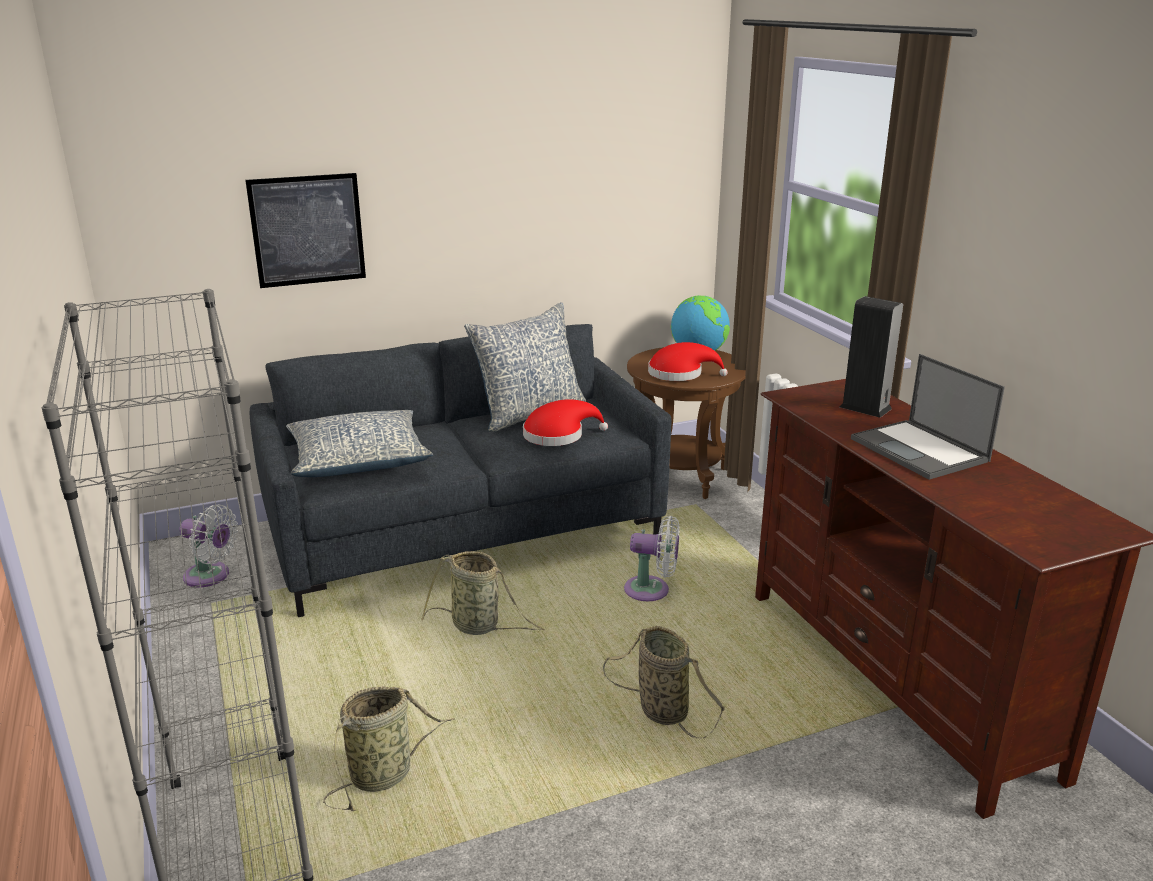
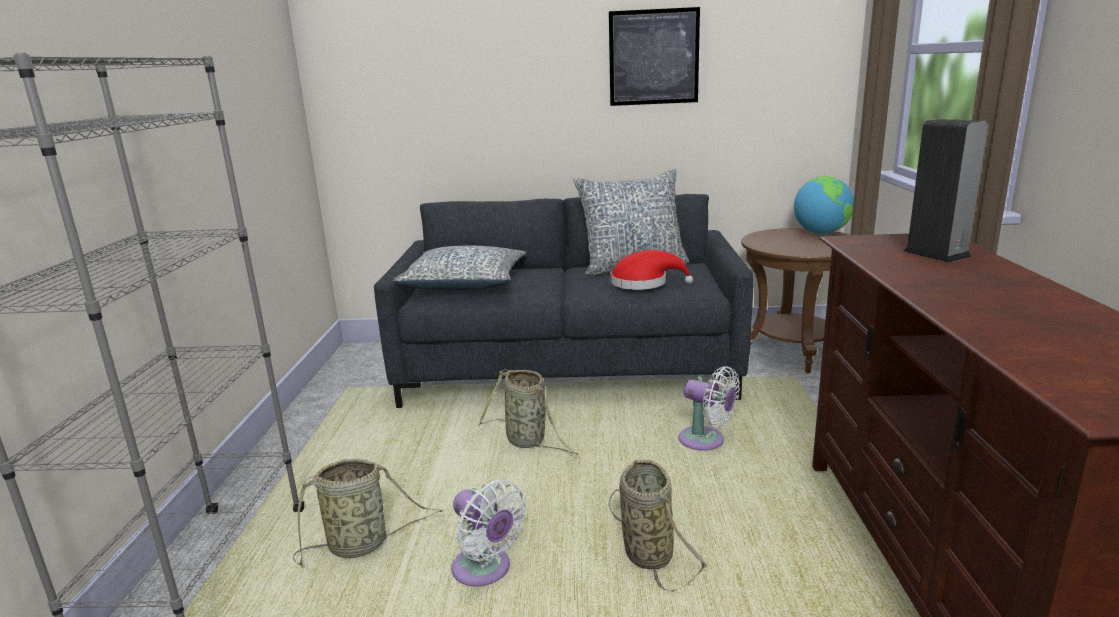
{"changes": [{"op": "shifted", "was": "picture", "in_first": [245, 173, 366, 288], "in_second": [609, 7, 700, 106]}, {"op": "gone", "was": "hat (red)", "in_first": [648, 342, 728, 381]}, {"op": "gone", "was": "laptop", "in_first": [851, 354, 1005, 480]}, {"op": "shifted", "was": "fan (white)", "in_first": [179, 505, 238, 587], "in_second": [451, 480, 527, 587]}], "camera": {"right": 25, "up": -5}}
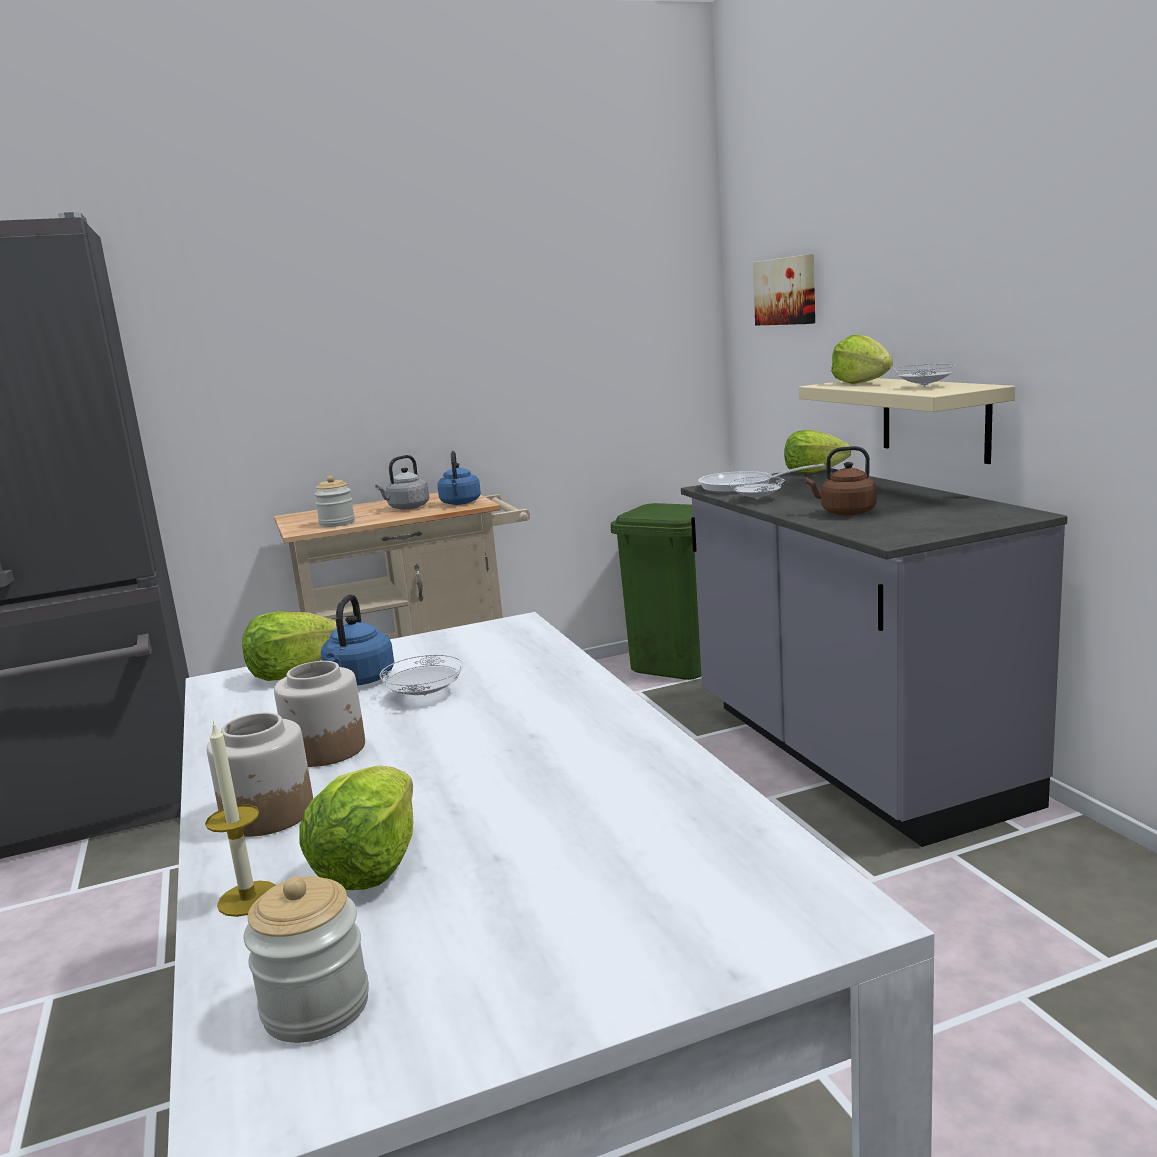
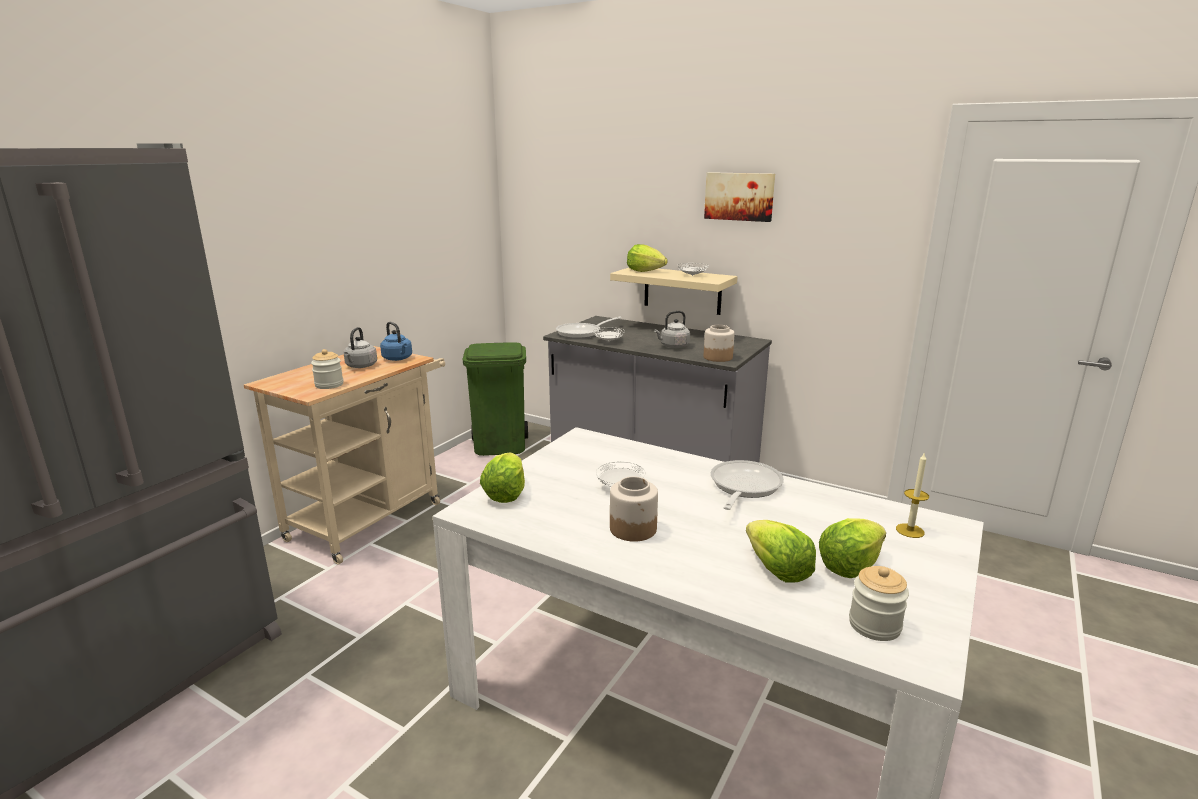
{"changes": [{"op": "shifted", "was": "picture", "in_first": [753, 254, 815, 326], "in_second": [704, 172, 775, 222]}, {"op": "shifted", "was": "lettuce", "in_first": [784, 430, 852, 473], "in_second": [819, 518, 886, 578]}, {"op": "repainted", "was": "kettle (brown)", "now": "kettle (grey)", "in_first": [805, 446, 877, 516], "in_second": [654, 311, 690, 348]}, {"op": "gone", "was": "kettle (blue)", "in_first": [321, 594, 394, 685]}, {"op": "shifted", "was": "jar", "in_first": [207, 713, 313, 837], "in_second": [704, 325, 735, 362]}, {"op": "shifted", "was": "candle", "in_first": [205, 721, 276, 917], "in_second": [896, 452, 929, 538]}, {"op": "new", "now": "frying pan", "in_second": [711, 460, 784, 510]}], "camera": {"right": -40, "up": 5}}
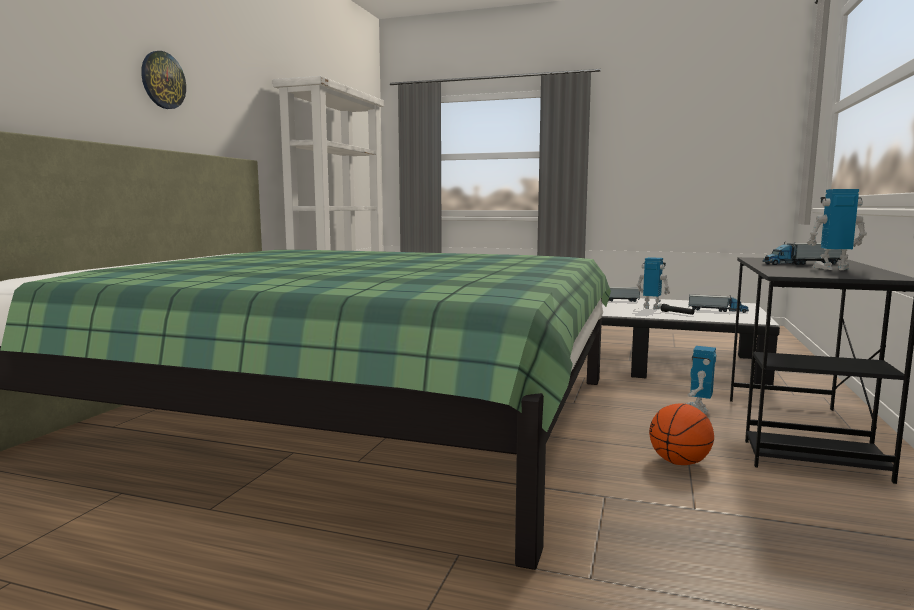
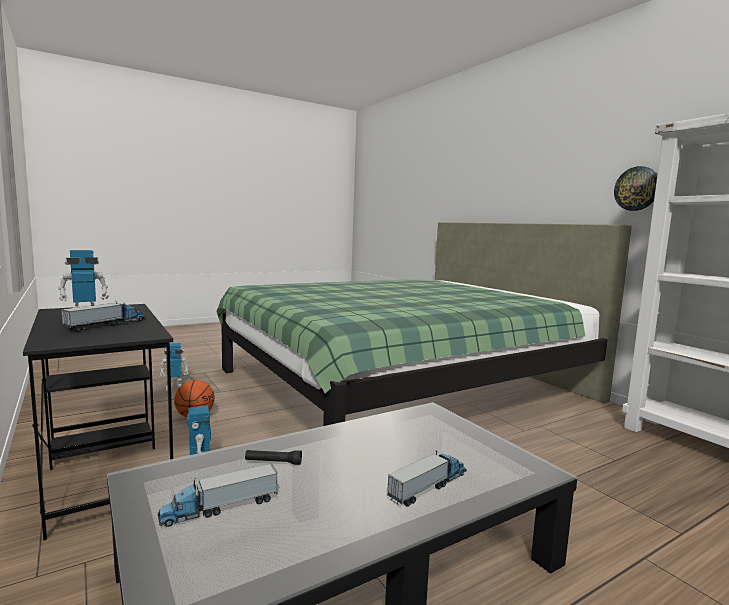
{"changes": [{"op": "shifted", "was": "wall clock", "in_first": [141, 51, 186, 109], "in_second": [614, 166, 657, 211]}, {"op": "shifted", "was": "toy robot", "in_first": [637, 257, 670, 310], "in_second": [160, 343, 189, 391]}], "camera": {"right": 130, "up": 0}}
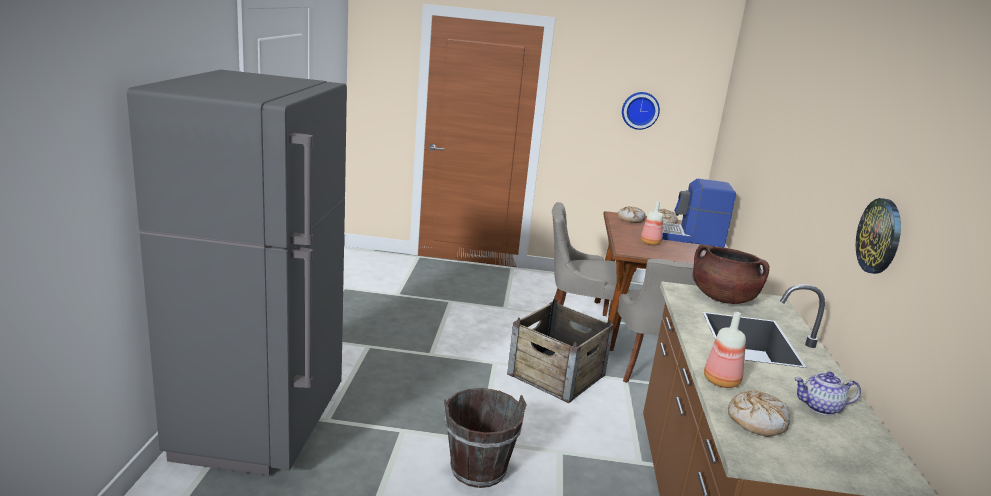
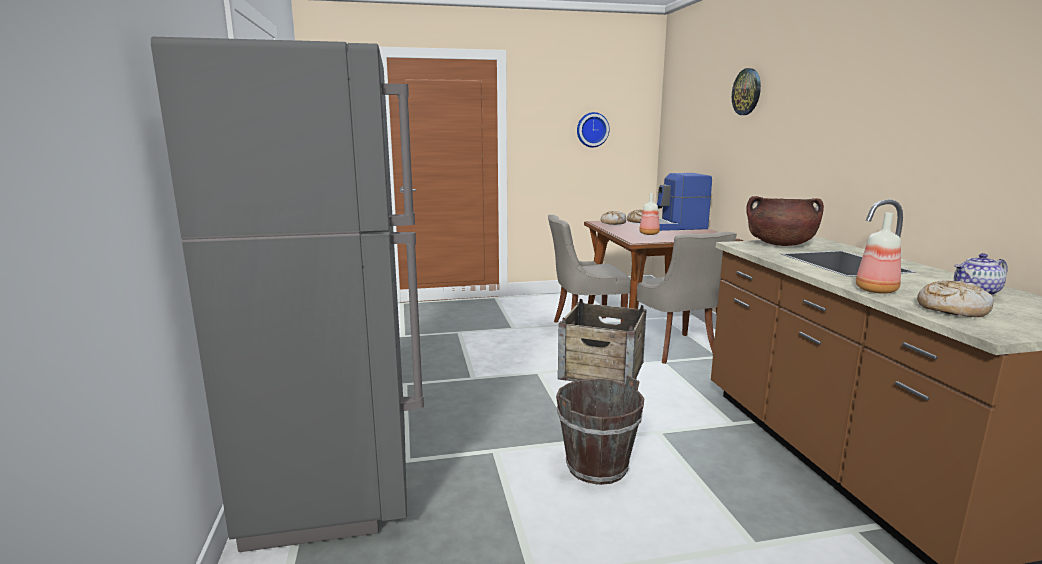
{"changes": [{"op": "shifted", "was": "wall clock", "in_first": [856, 198, 901, 274], "in_second": [732, 68, 761, 115]}], "camera": {"right": -15, "up": -5}}
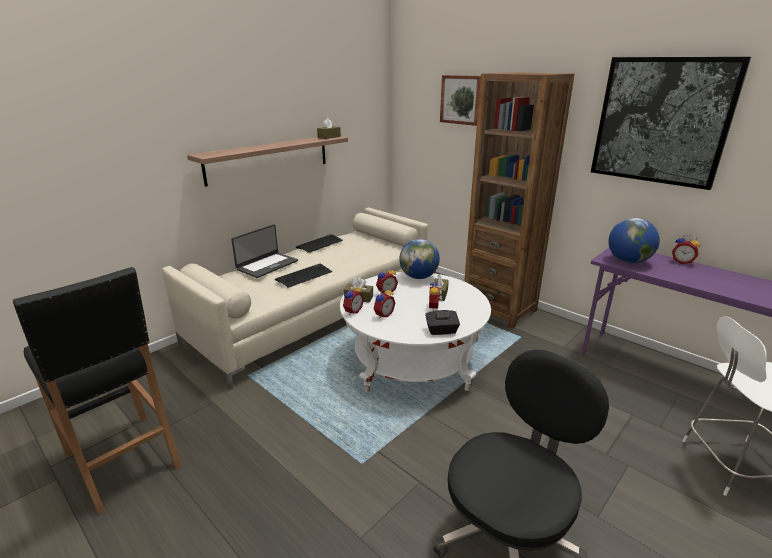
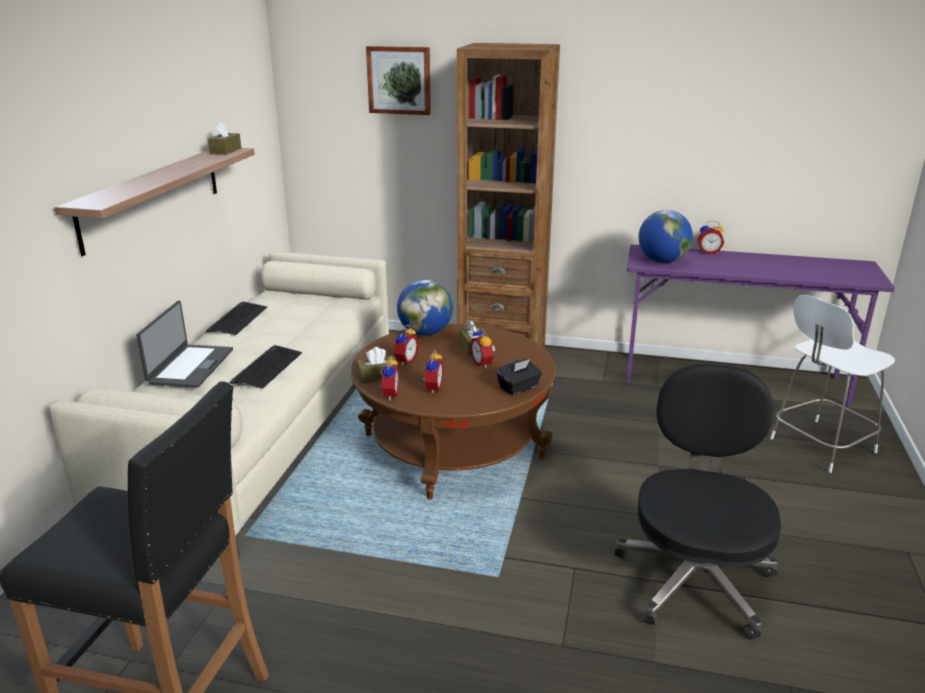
{"changes": [{"op": "gone", "was": "picture", "in_first": [591, 57, 751, 190]}, {"op": "repainted", "was": "coffee table (white)", "now": "coffee table (brown)", "in_first": [340, 272, 491, 392], "in_second": [350, 324, 556, 499]}], "camera": {"right": -30, "up": 0}}
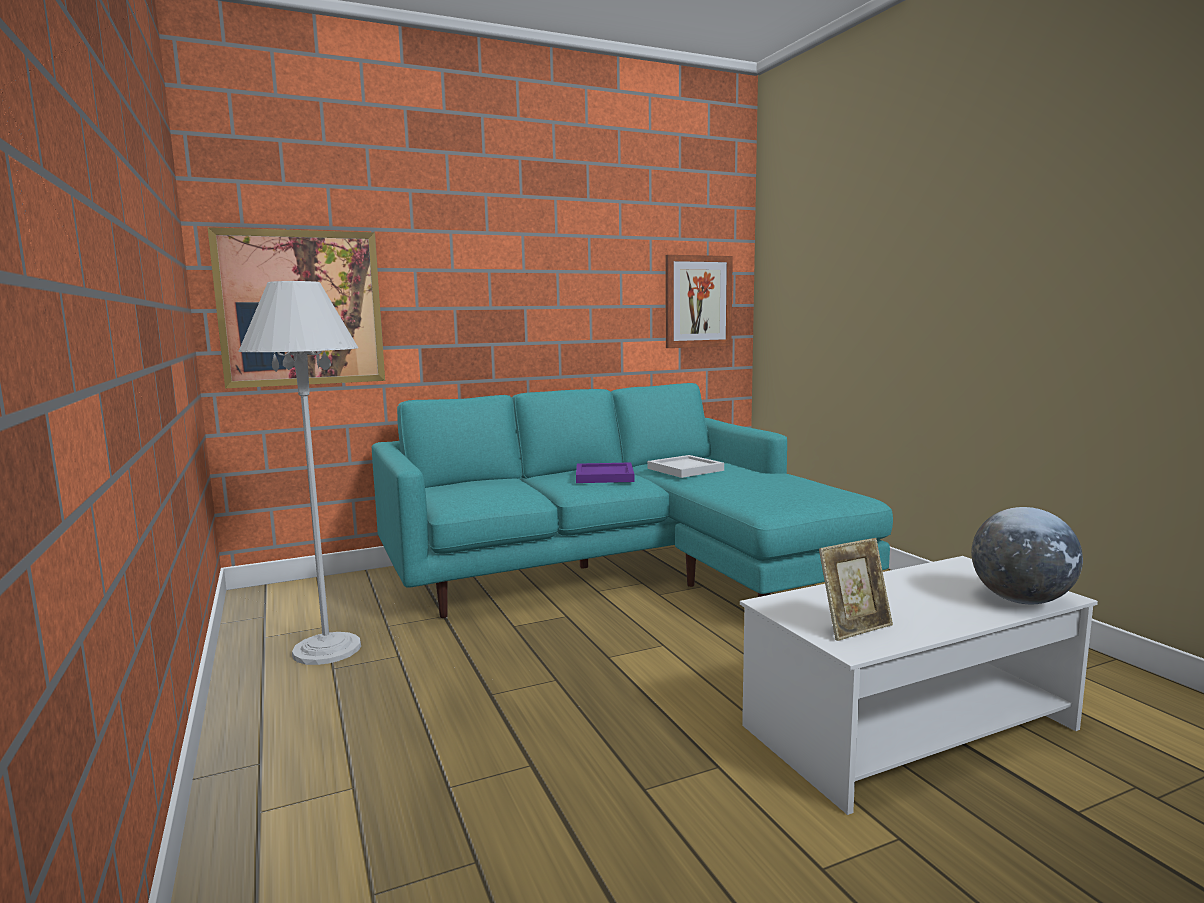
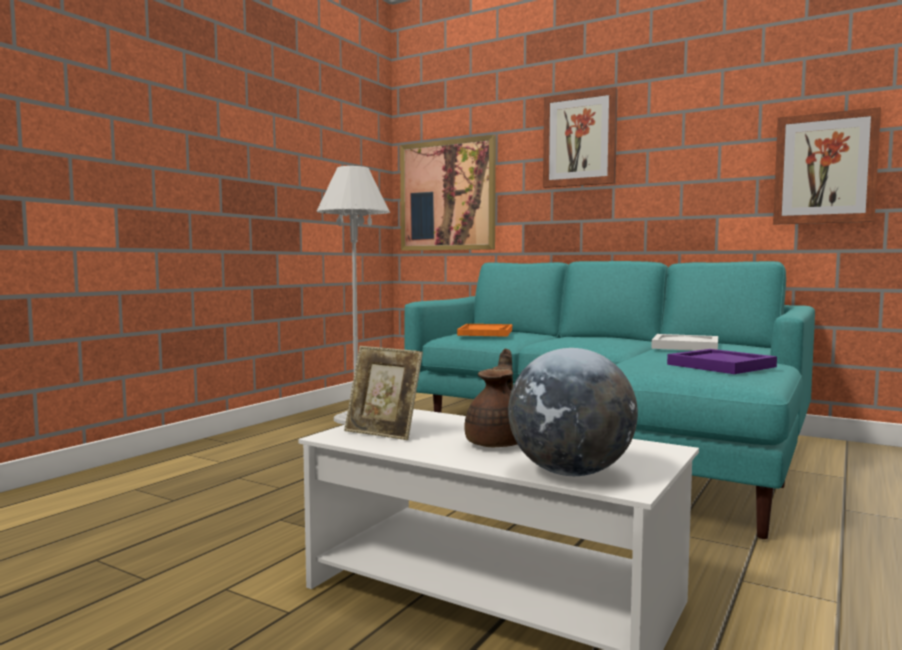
{"changes": [{"op": "shifted", "was": "tray (purple)", "in_first": [576, 462, 634, 483], "in_second": [667, 349, 777, 374]}, {"op": "new", "now": "picture", "in_second": [543, 87, 618, 188]}, {"op": "new", "now": "tray (orange)", "in_second": [457, 324, 512, 337]}, {"op": "new", "now": "teapot (brown)", "in_second": [465, 349, 518, 447]}], "camera": {"right": 55, "up": -5}}
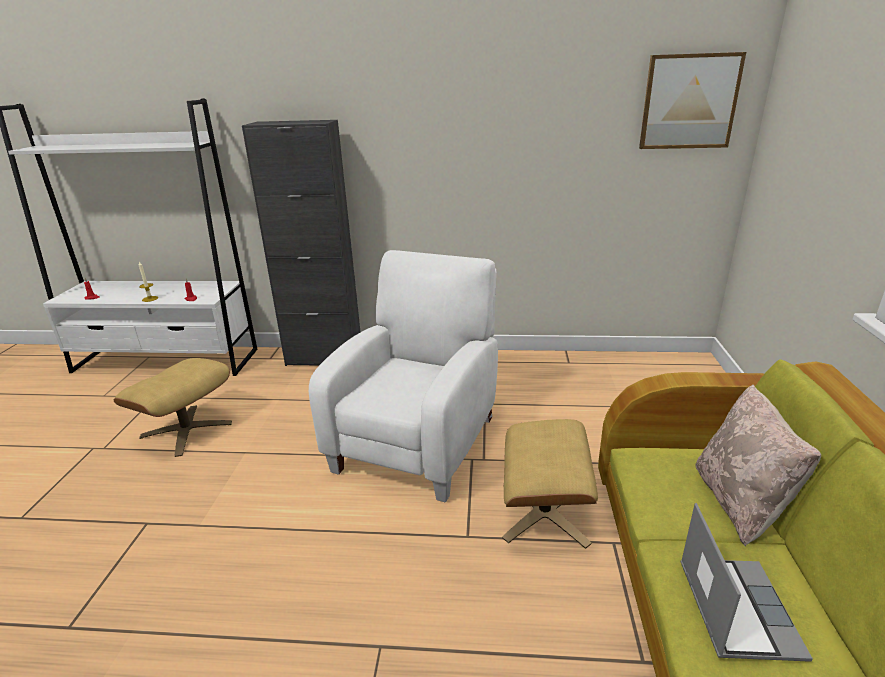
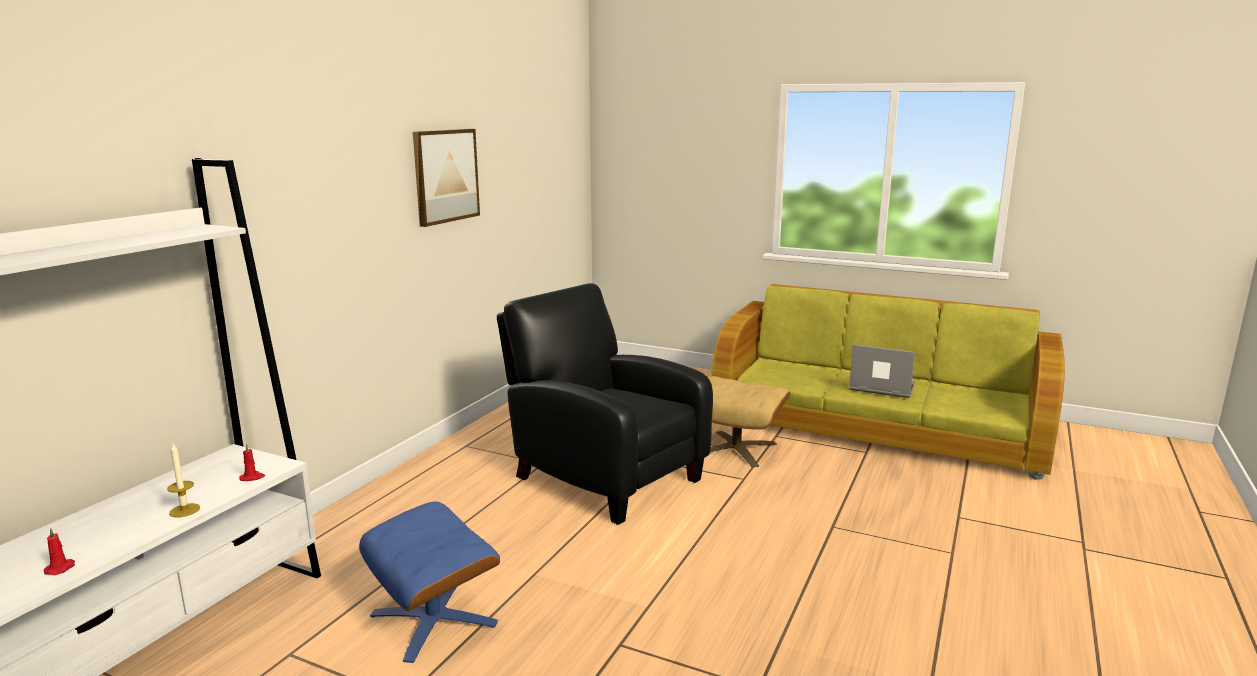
{"changes": [{"op": "shifted", "was": "picture", "in_first": [639, 52, 746, 149], "in_second": [413, 129, 480, 227]}, {"op": "gone", "was": "cabinet (black)", "in_first": [242, 120, 360, 366]}, {"op": "repainted", "was": "armchair (white)", "now": "armchair (black)", "in_first": [309, 250, 498, 502], "in_second": [497, 283, 713, 525]}, {"op": "repainted", "was": "ottoman (beige)", "now": "ottoman (blue)", "in_first": [114, 358, 232, 457], "in_second": [359, 502, 500, 663]}, {"op": "gone", "was": "pillow (beige)", "in_first": [695, 385, 821, 546]}], "camera": {"right": -70, "up": -10}}
